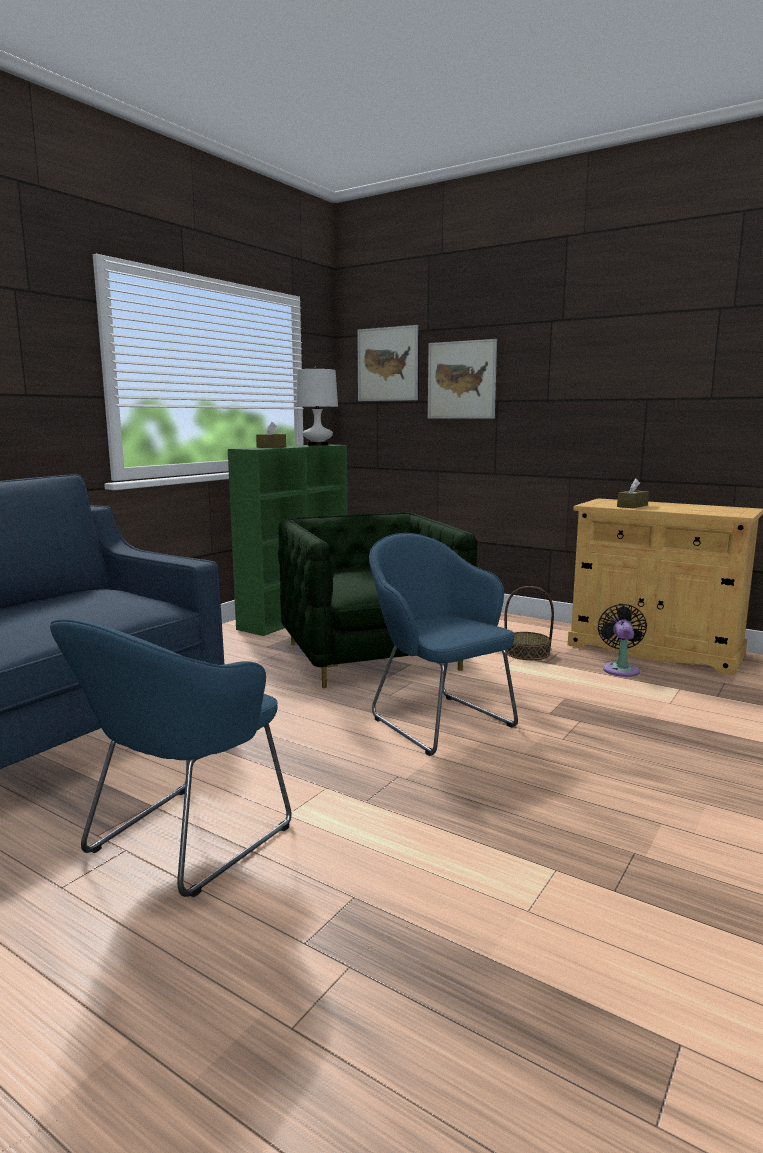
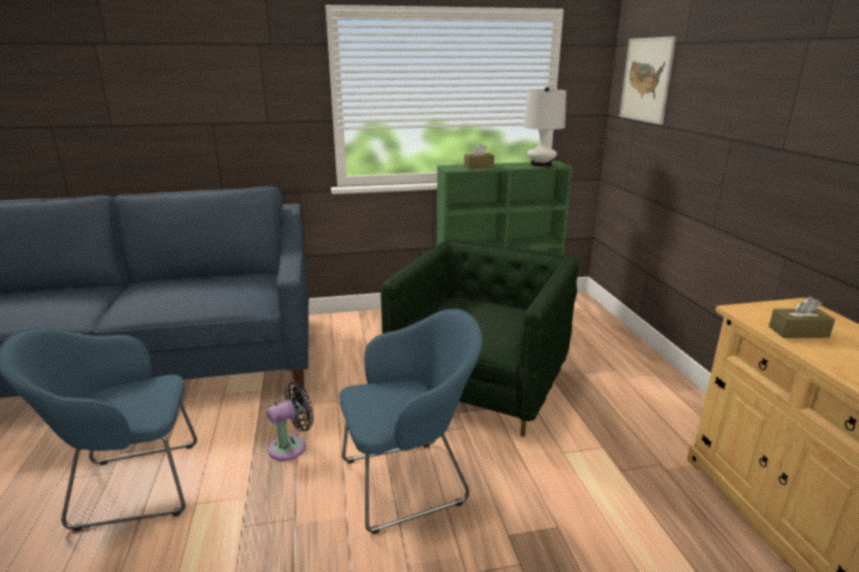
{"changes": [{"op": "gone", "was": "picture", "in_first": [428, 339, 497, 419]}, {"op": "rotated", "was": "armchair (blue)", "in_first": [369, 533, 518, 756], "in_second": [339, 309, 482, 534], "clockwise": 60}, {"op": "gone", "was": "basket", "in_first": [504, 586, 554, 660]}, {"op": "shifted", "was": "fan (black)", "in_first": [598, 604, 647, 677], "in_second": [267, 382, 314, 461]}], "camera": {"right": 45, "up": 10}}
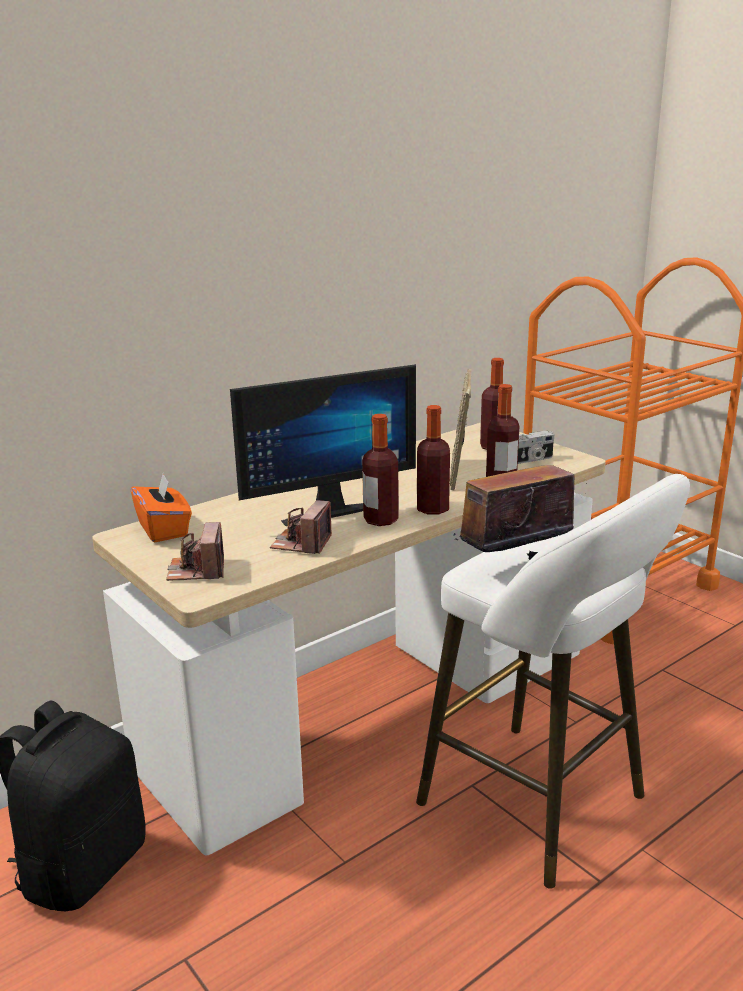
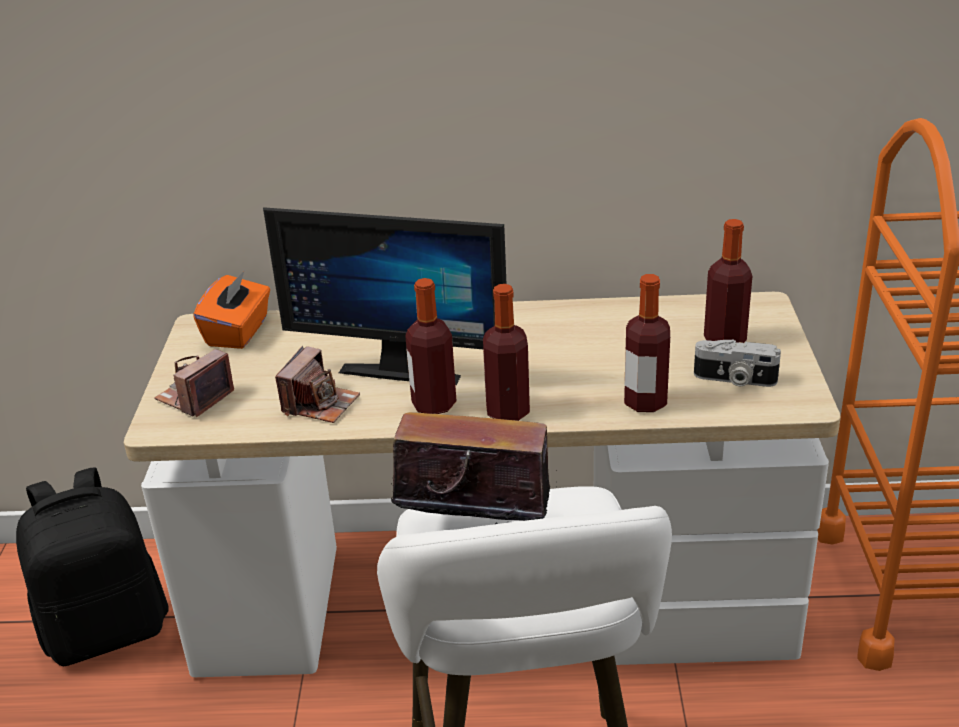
{"changes": [{"op": "gone", "was": "picture frame", "in_first": [450, 369, 471, 490]}, {"op": "rotated", "was": "photo camera", "in_first": [270, 500, 332, 554], "in_second": [275, 346, 360, 423], "clockwise": 150}], "camera": {"right": 40, "up": 10}}
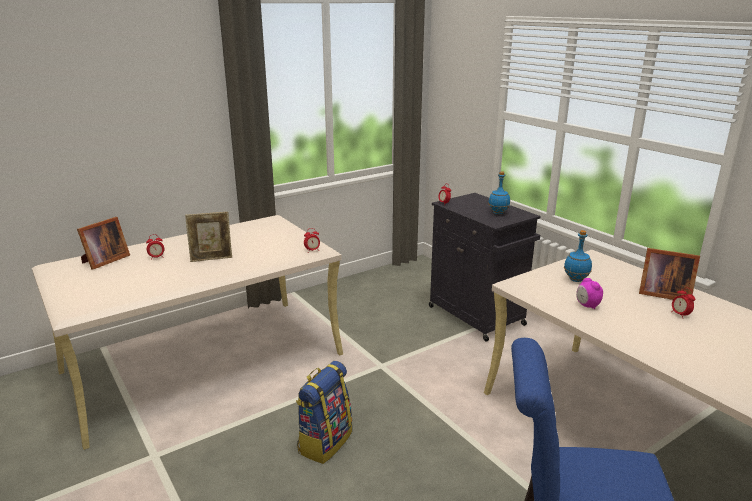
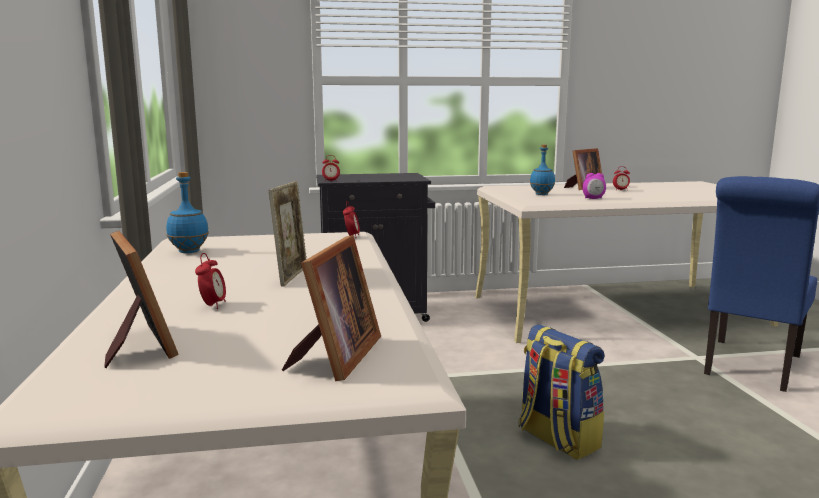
{"changes": [{"op": "shifted", "was": "bottle (blue)", "in_first": [488, 171, 510, 214], "in_second": [166, 172, 209, 253]}, {"op": "new", "now": "picture frame", "in_second": [282, 235, 381, 381]}], "camera": {"right": -65, "up": -10}}
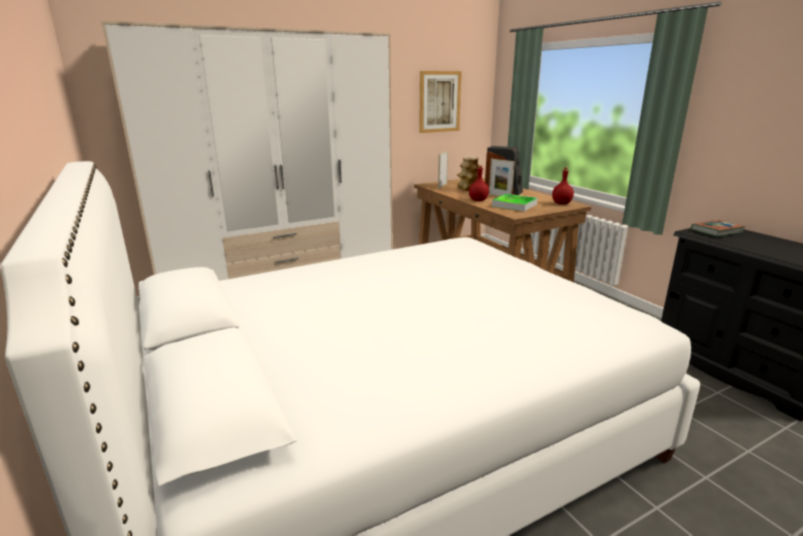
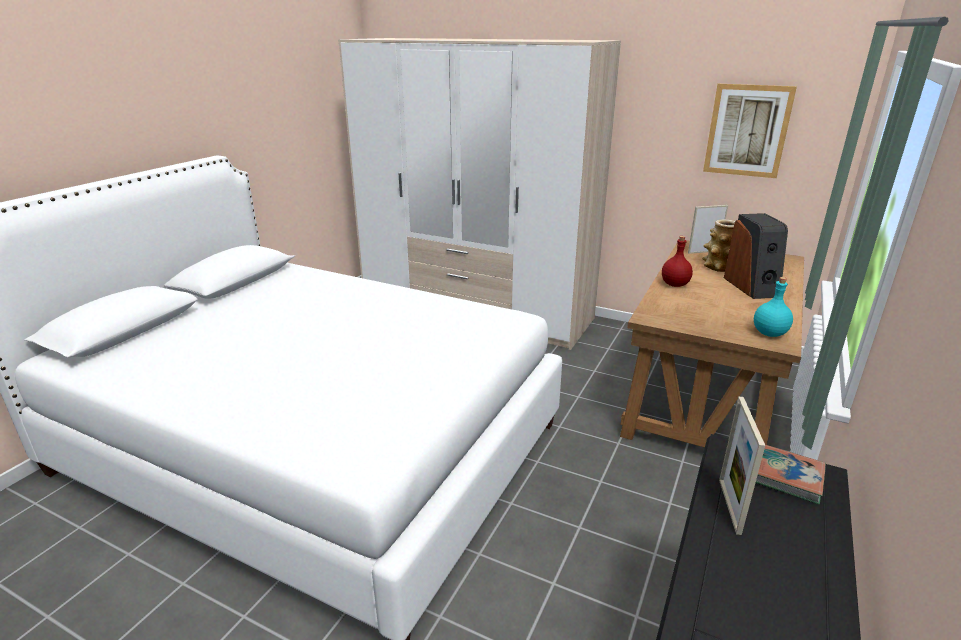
{"changes": [{"op": "shifted", "was": "picture frame", "in_first": [489, 159, 515, 196], "in_second": [719, 397, 765, 535]}, {"op": "repainted", "was": "bottle (red)", "now": "bottle (turquoise)", "in_first": [552, 167, 574, 204], "in_second": [754, 277, 793, 337]}, {"op": "gone", "was": "tray", "in_first": [492, 194, 537, 211]}], "camera": {"right": 55, "up": 5}}
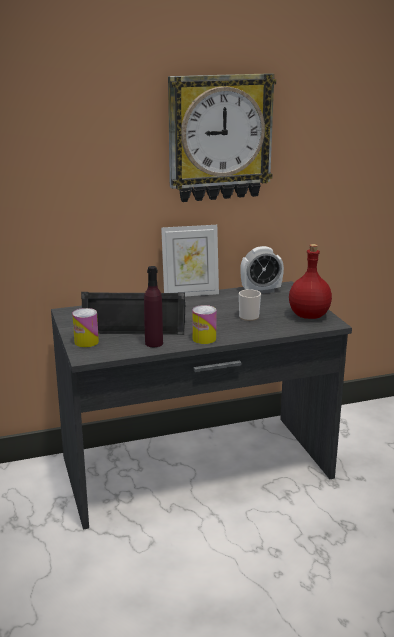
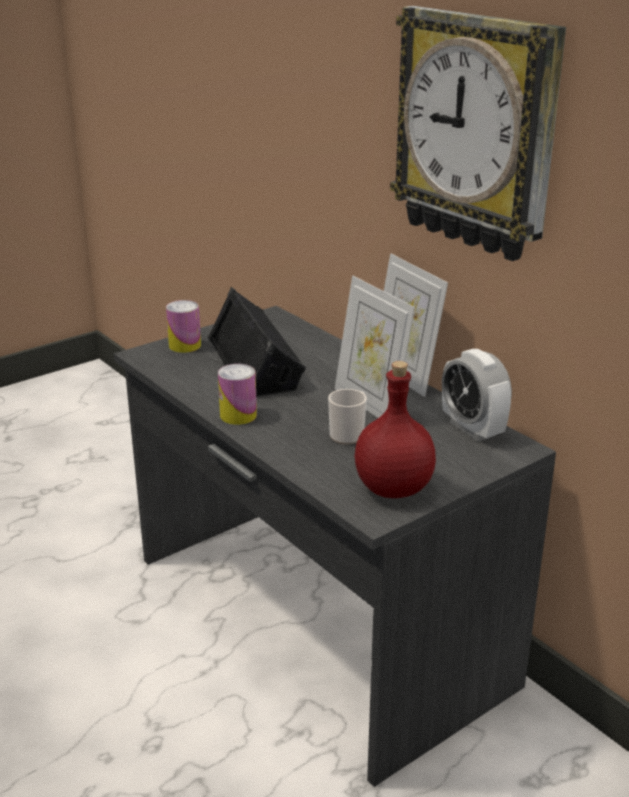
{"changes": [{"op": "gone", "was": "bottle (purple)", "in_first": [144, 266, 163, 347]}, {"op": "new", "now": "picture frame", "in_second": [335, 276, 415, 418]}], "camera": {"right": 70, "up": 5}}
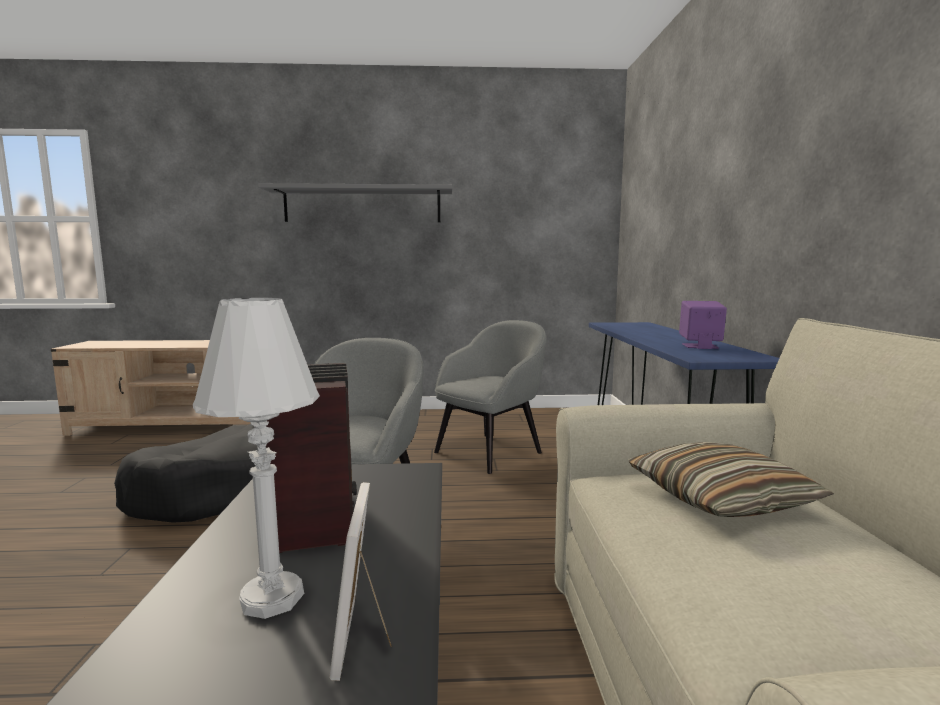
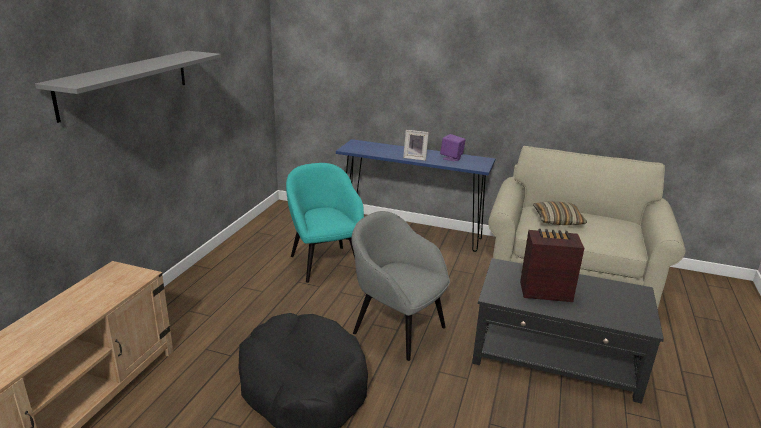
{"changes": [{"op": "gone", "was": "table lamp (white)", "in_first": [193, 298, 320, 619]}, {"op": "repainted", "was": "armchair (grey)", "now": "armchair (turquoise)", "in_first": [434, 320, 547, 474], "in_second": [286, 163, 364, 283]}, {"op": "shifted", "was": "picture frame", "in_first": [330, 482, 392, 681], "in_second": [403, 130, 429, 161]}], "camera": {"right": -70, "up": 15}}
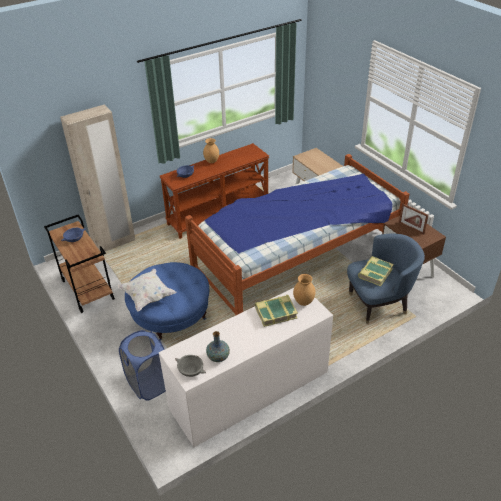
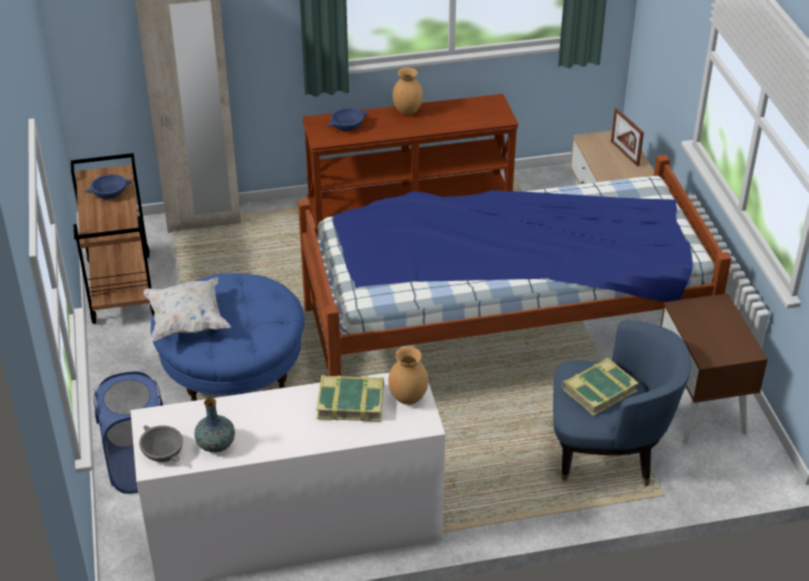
{"changes": [{"op": "shifted", "was": "picture frame", "in_first": [399, 204, 428, 234], "in_second": [611, 108, 644, 167]}], "camera": {"right": 20, "up": 0}}
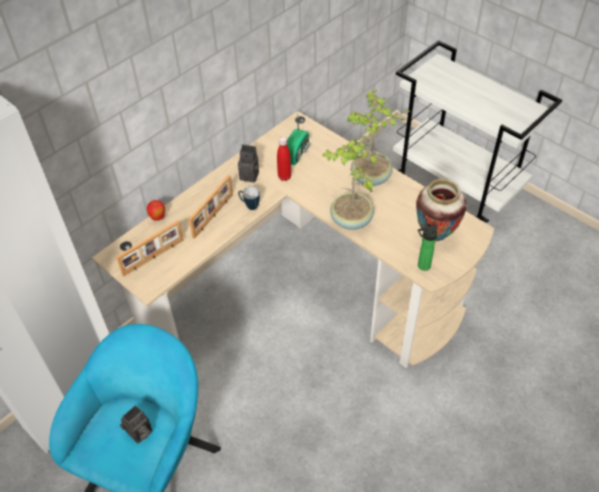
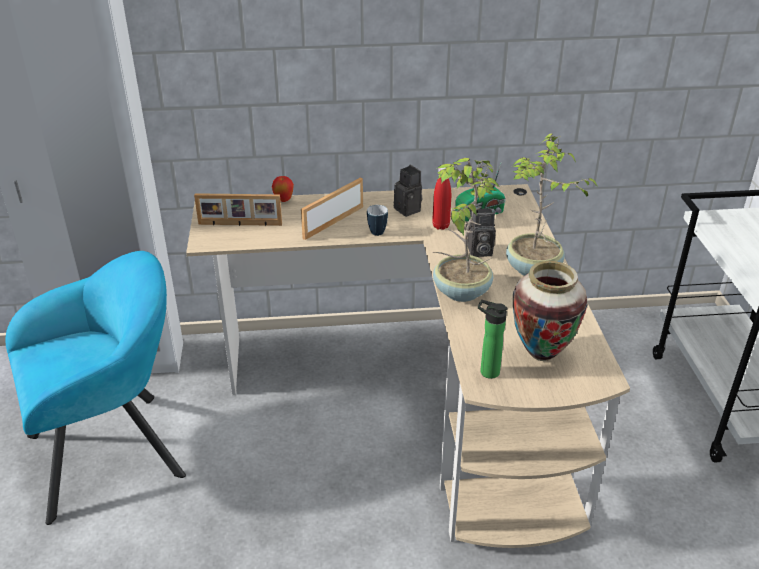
{"changes": [{"op": "rotated", "was": "picture frame", "in_first": [189, 175, 233, 239], "in_second": [301, 178, 363, 240], "clockwise": 150}, {"op": "shifted", "was": "photo camera", "in_first": [120, 405, 152, 443], "in_second": [465, 208, 496, 257]}], "camera": {"right": 40, "up": -15}}
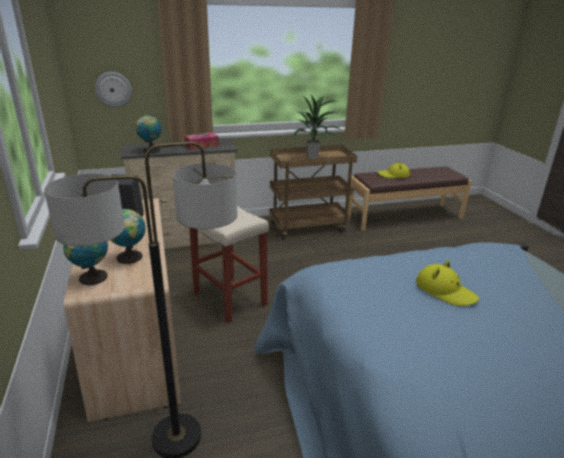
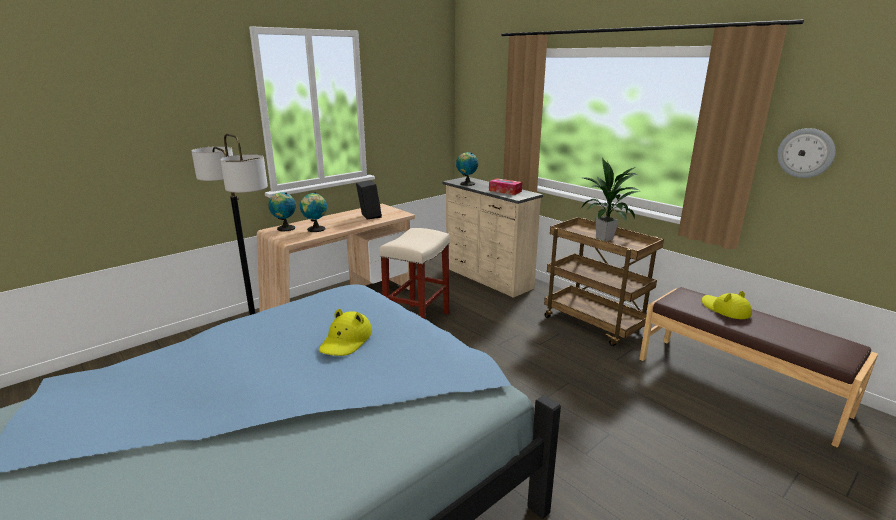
{"changes": [{"op": "shifted", "was": "wall clock", "in_first": [95, 72, 132, 107], "in_second": [777, 128, 836, 178]}], "camera": {"right": 65, "up": -5}}
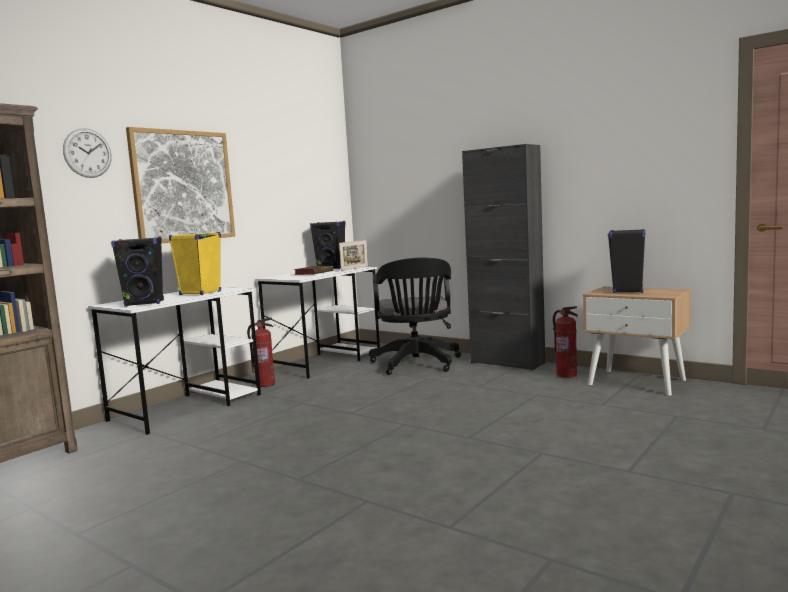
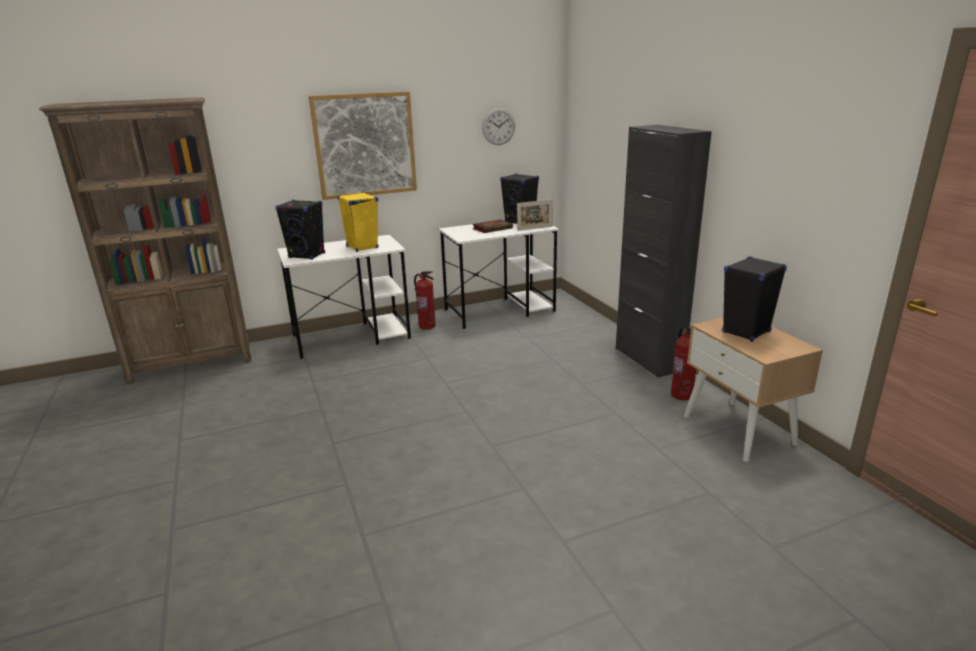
{"changes": [{"op": "shifted", "was": "wall clock", "in_first": [63, 128, 111, 178], "in_second": [482, 108, 515, 145]}, {"op": "gone", "was": "office chair (black)", "in_first": [369, 258, 461, 375]}], "camera": {"right": 30, "up": 15}}
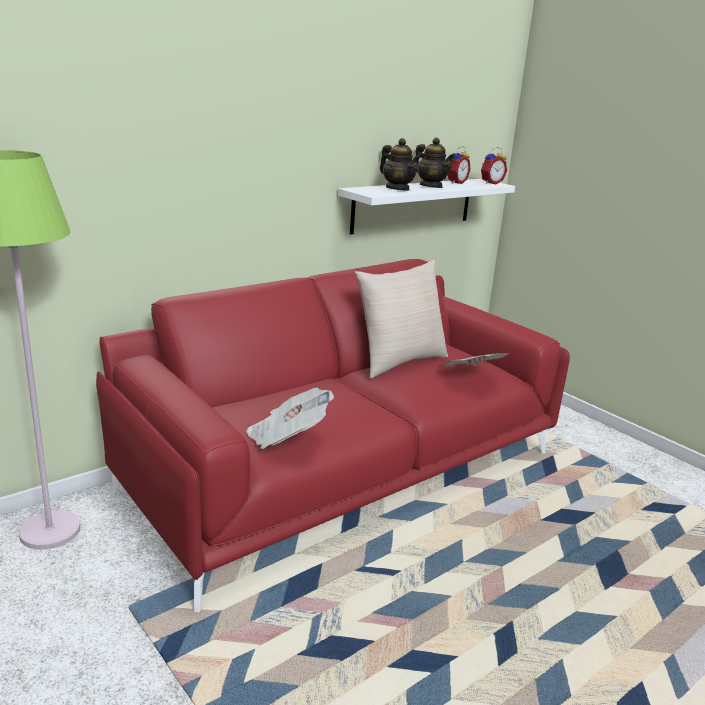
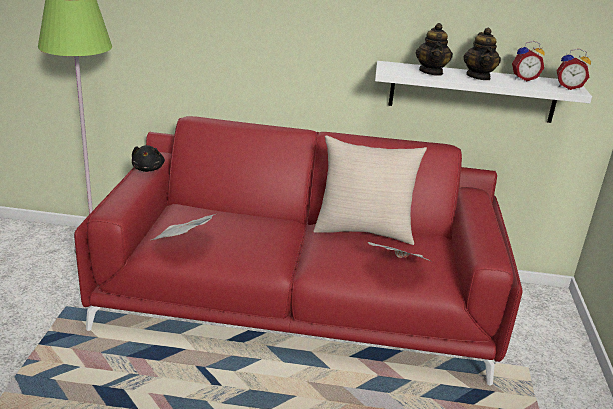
{"changes": [{"op": "new", "now": "plush toy (black)", "in_second": [132, 145, 165, 172]}], "camera": {"right": 45, "up": 5}}
